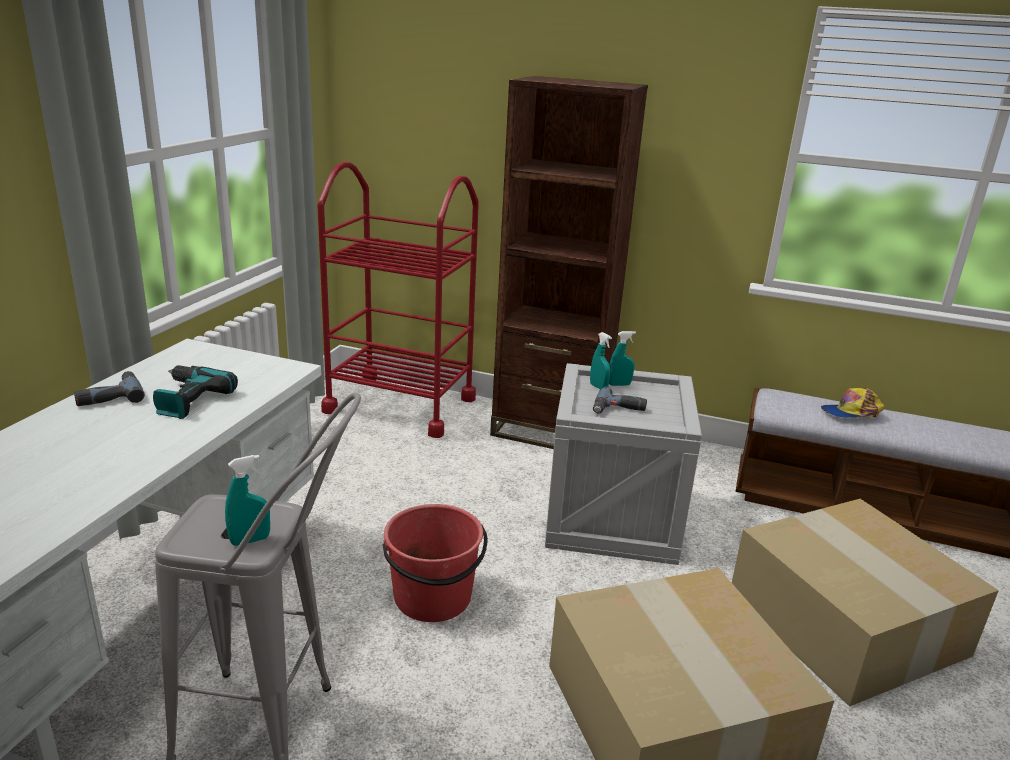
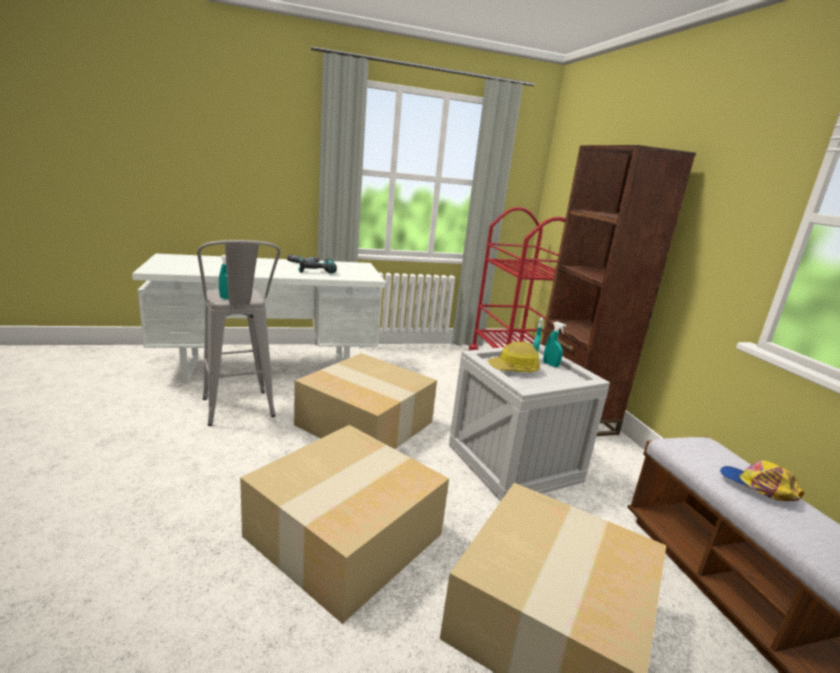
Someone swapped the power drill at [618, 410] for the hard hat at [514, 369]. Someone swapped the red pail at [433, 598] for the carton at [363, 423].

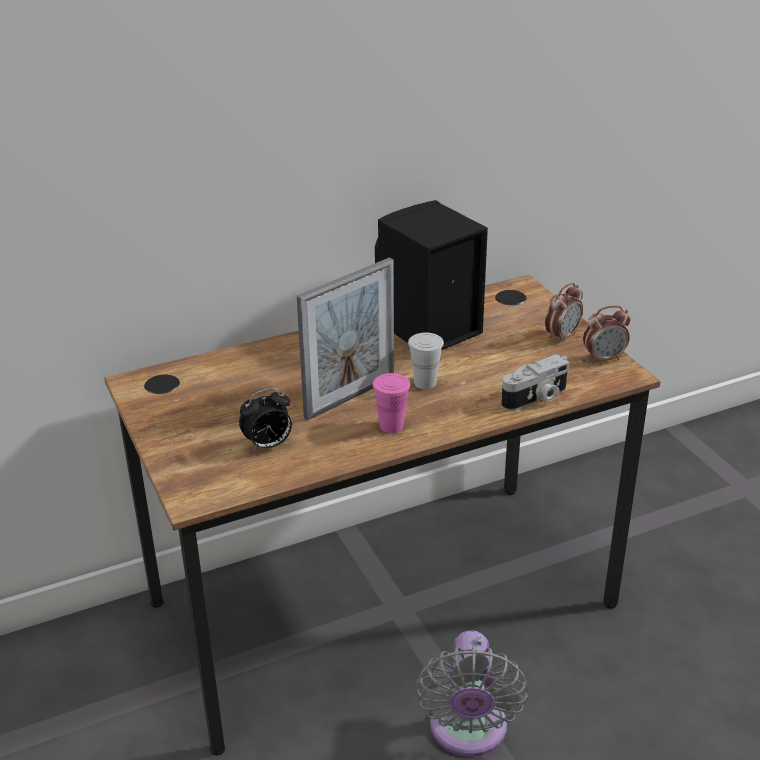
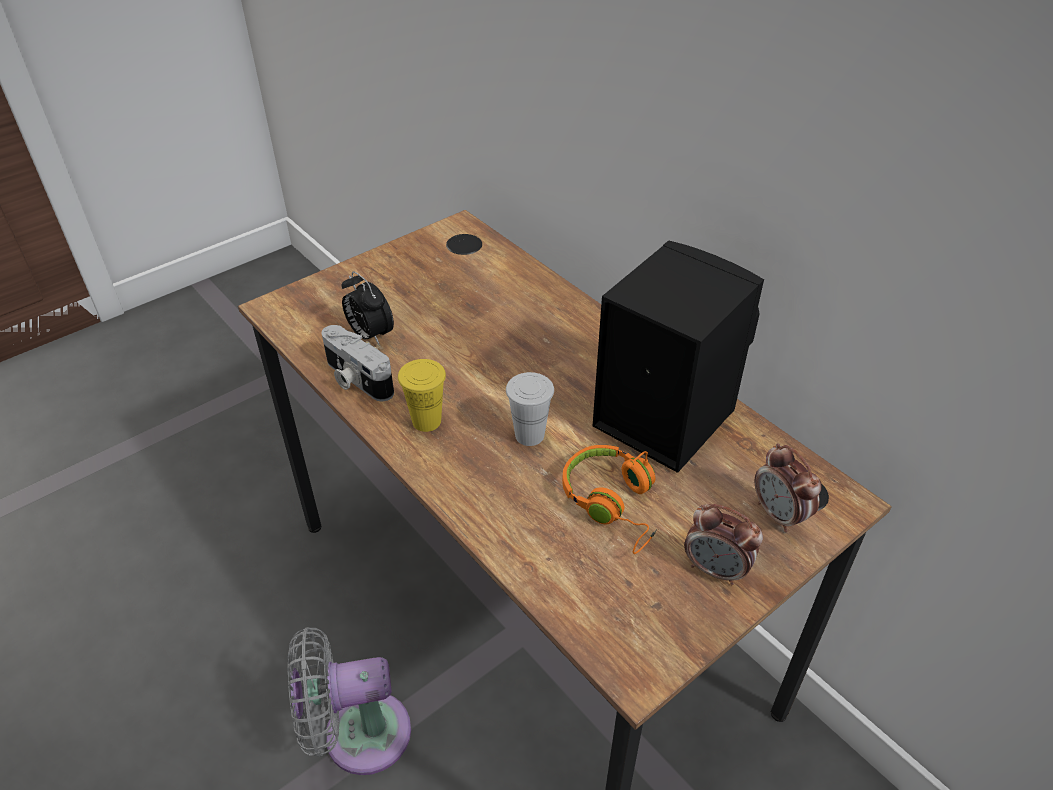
Someone took away the picture frame at [350, 397]. Someone carried the table clock from [604, 358] to [779, 515]. Someone carried the photo camera from [536, 398] to [356, 379]. Someone repainted the pink cup at [391, 426], which became the yellow cup at [426, 421]. Someone put down the orangey pair of headphones at [614, 503].

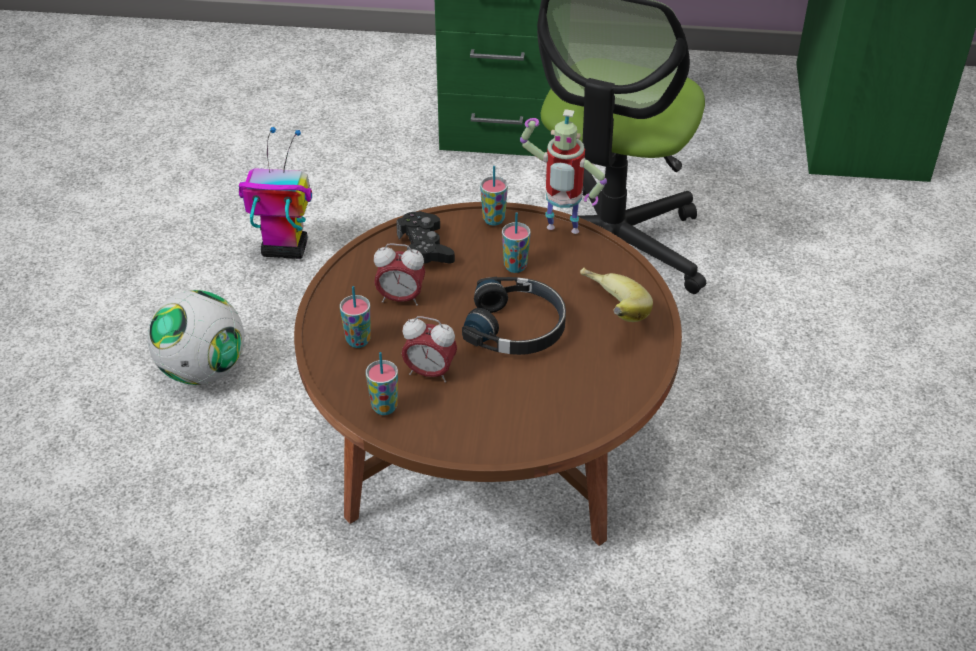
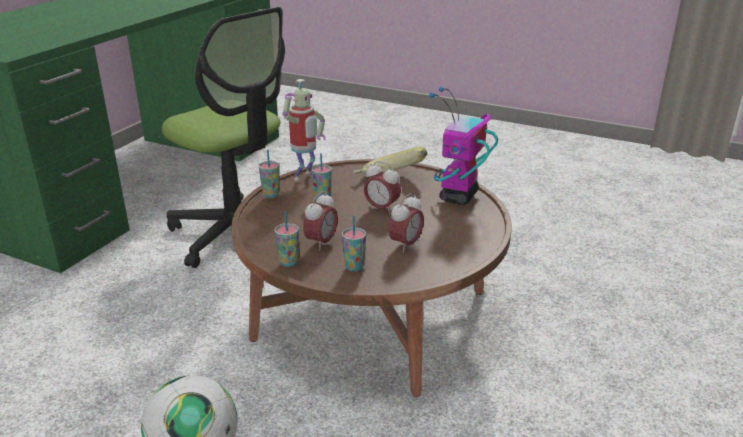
Someone carried the model robot from [284, 249] to [458, 197]. Someone took away the blackish game controller at [425, 247]. Someone swapped the blackish pair of headphones at [516, 327] for the table clock at [381, 208]. Someone carried the cup from [384, 407] to [288, 262].

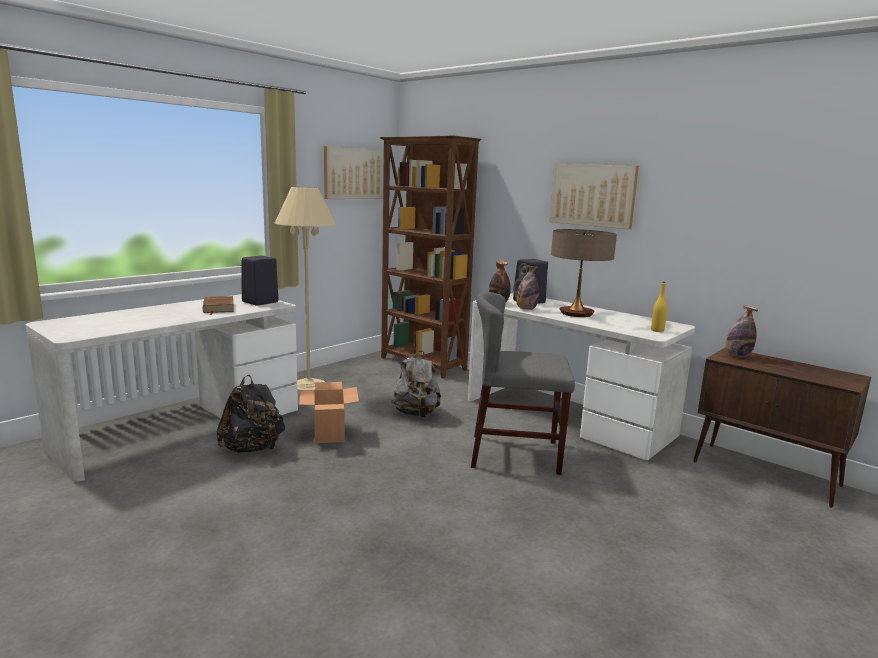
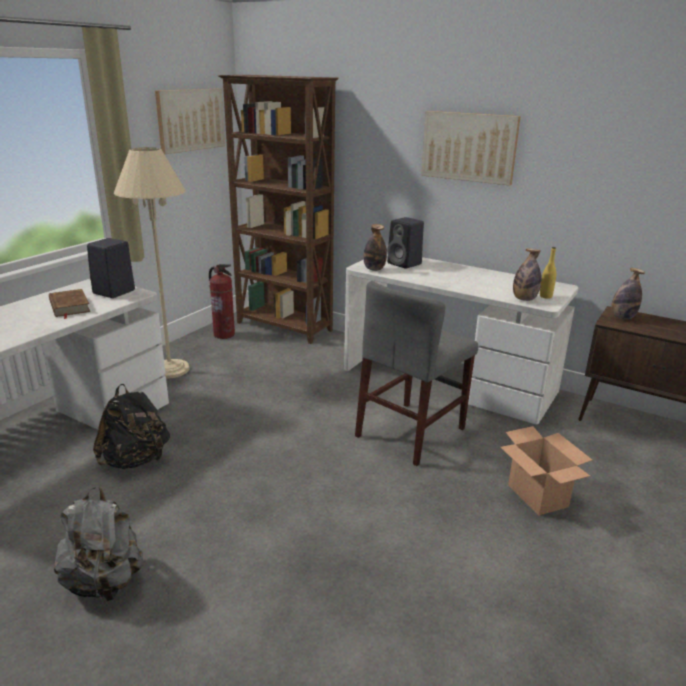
Someone took away the tabletop lamp at [576, 314]. Someone carried the drink bottle from [526, 309] to [524, 299]. Someone rotated the greyish upright chair at [515, 454] by 45 degrees counterclockwise. Someone carried the greyish rucksack from [416, 414] to [105, 582]. Someone carried the carton from [329, 434] to [538, 496]. Someone put down the extinguisher at [224, 334].

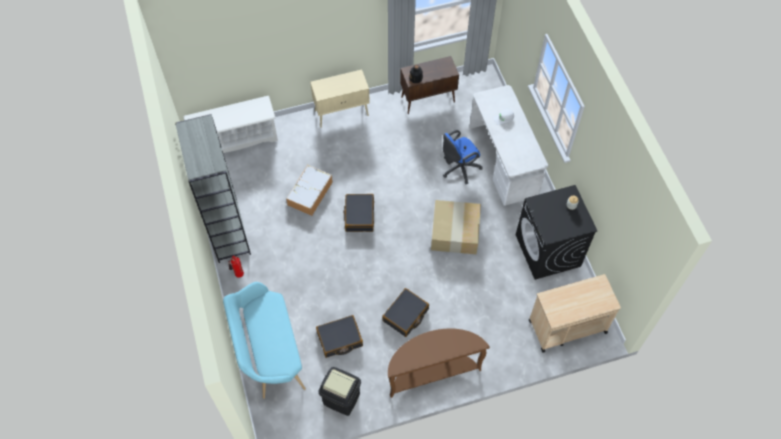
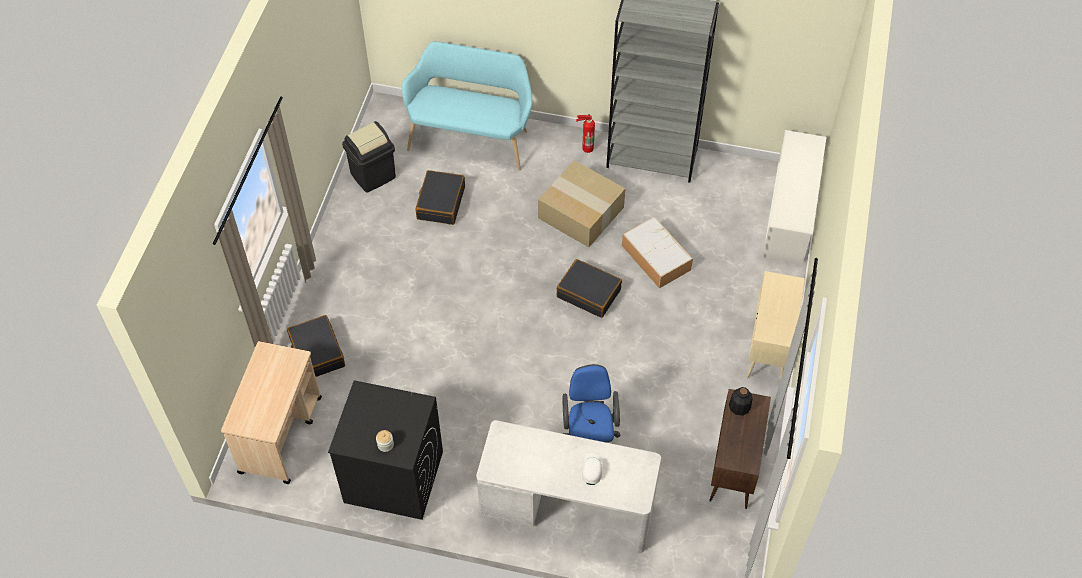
Someone carried the carton from [455, 233] to [579, 213]. Someone carried the blackish piece of luggage from [405, 315] to [317, 352]. Someone took away the brown-coloured console table at [432, 372].

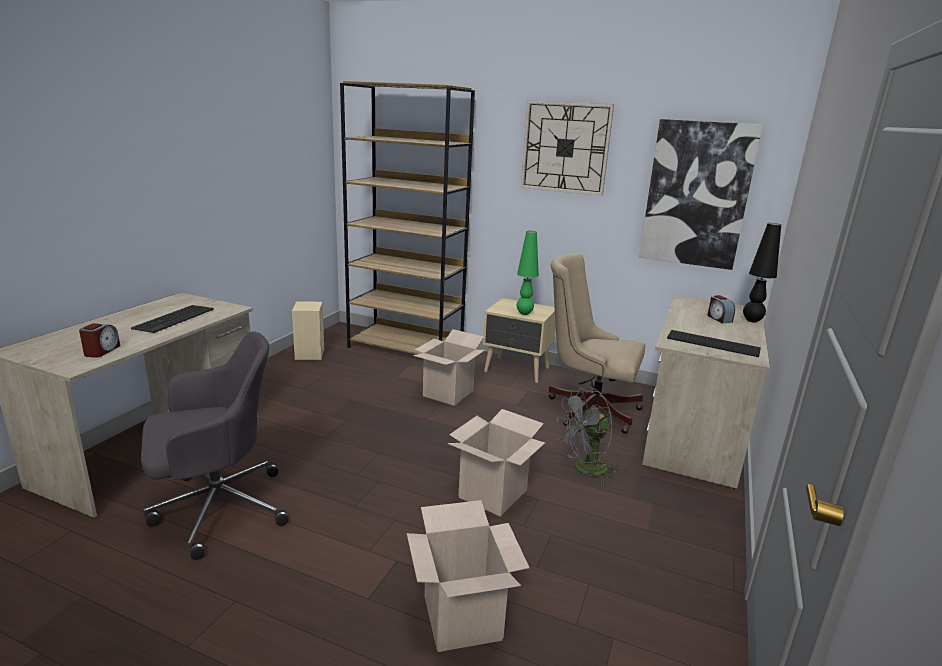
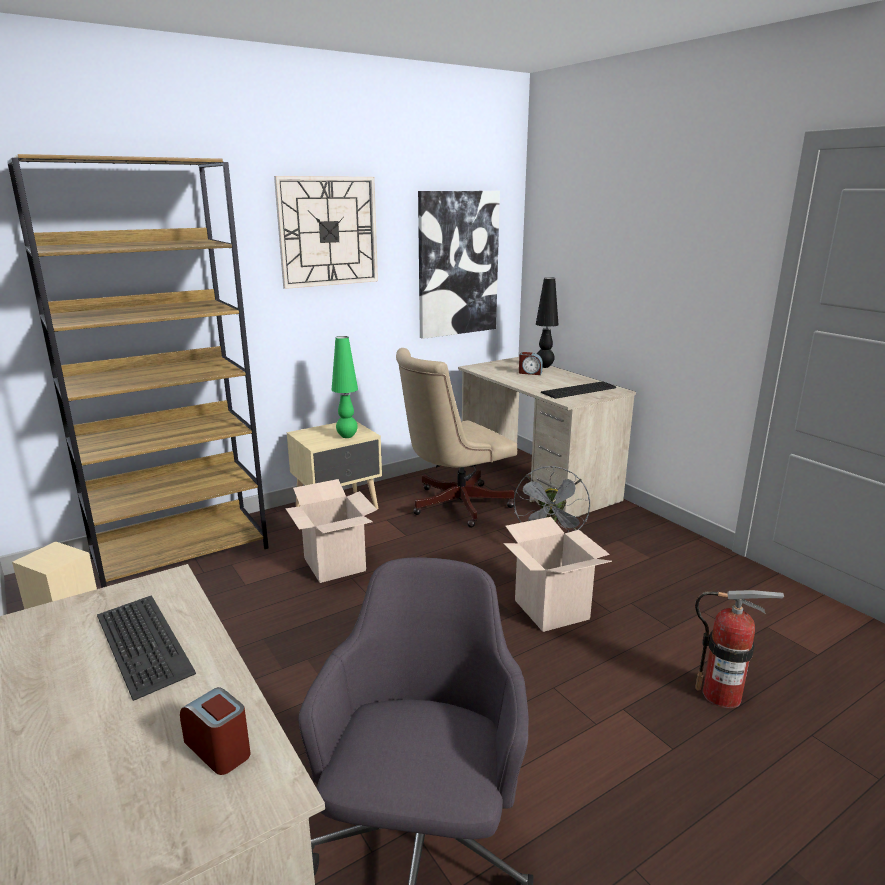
Someone swapped the carton at [462, 618] for the extinguisher at [721, 695].

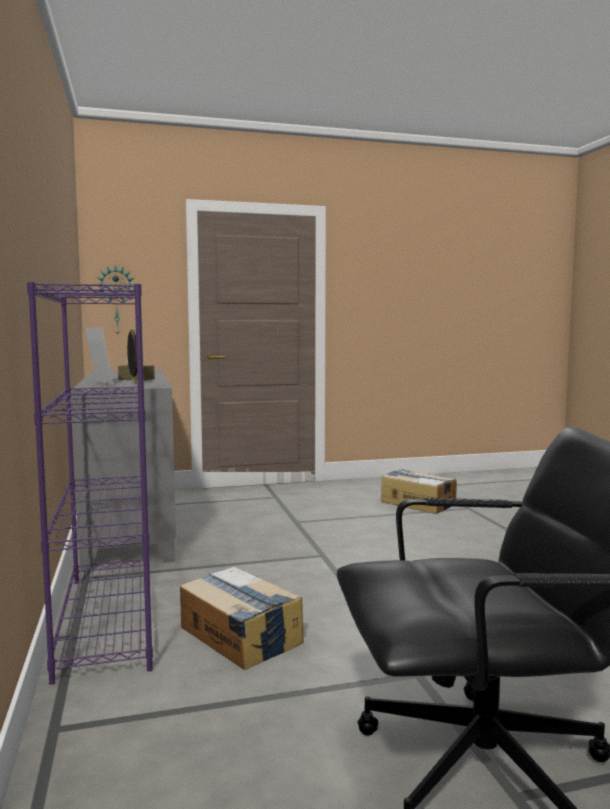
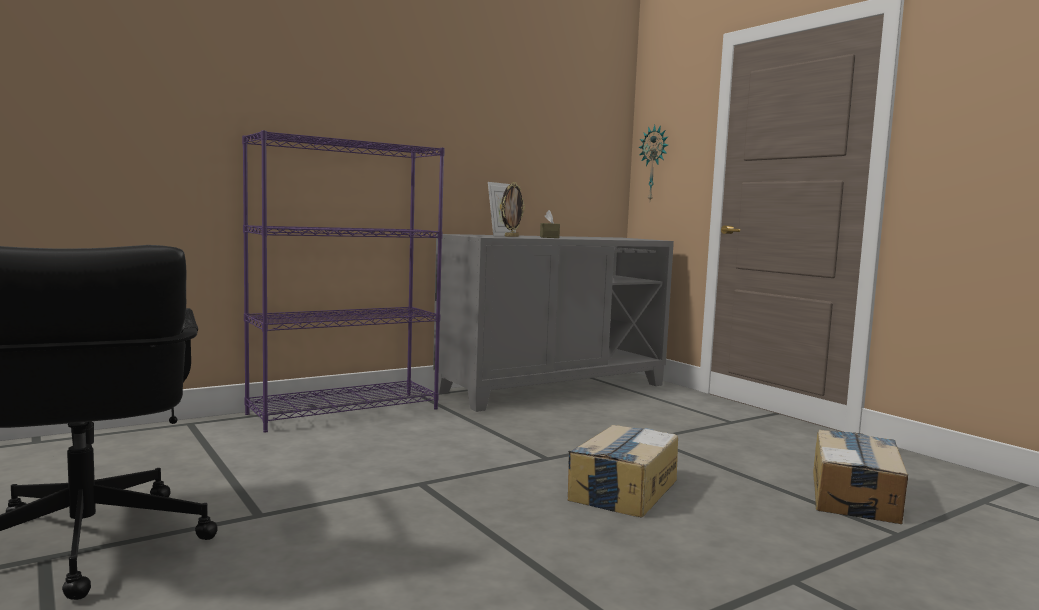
Someone carried the carton from [240, 635] to [623, 490].

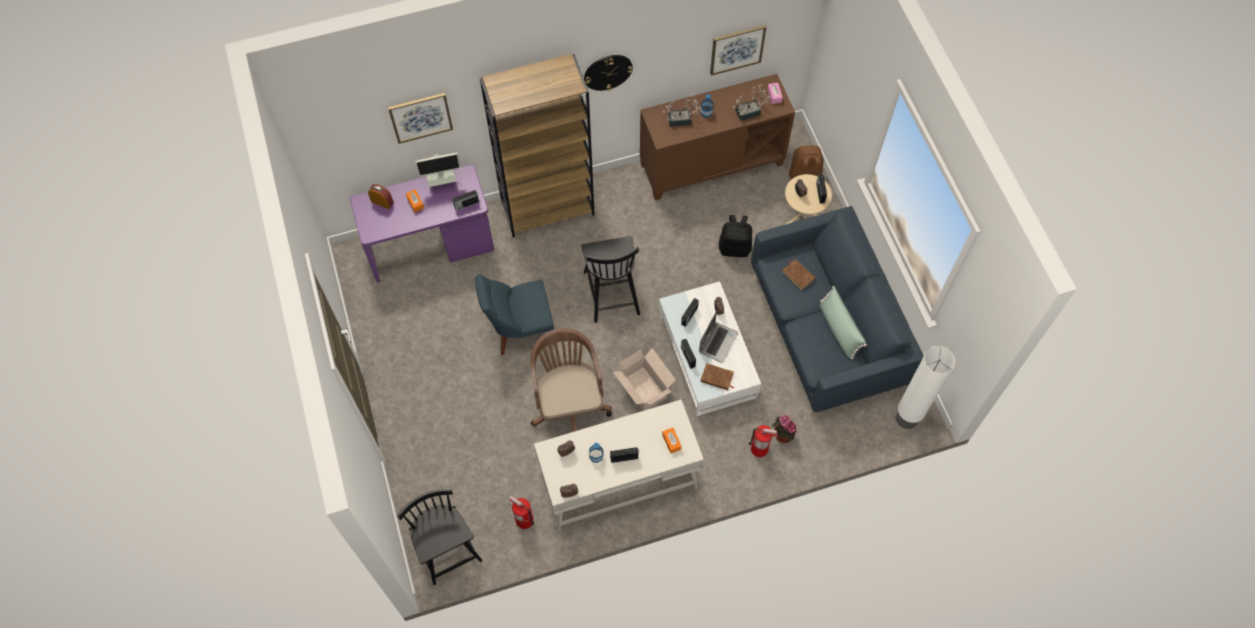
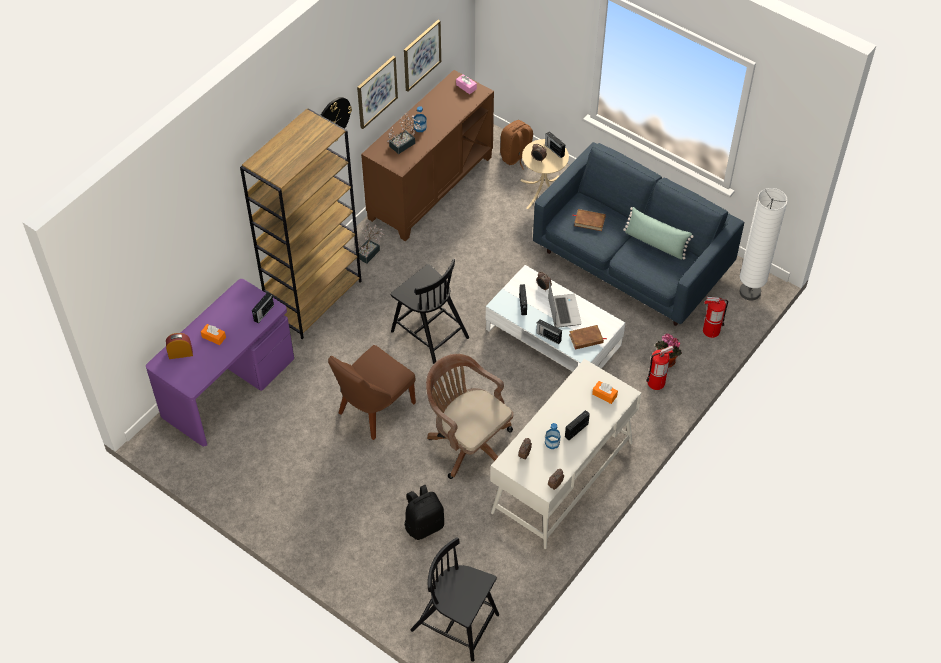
Someone carried the potted plant from [750, 112] to [370, 252]. Someone carried the wall picture from [420, 117] to [376, 91]. Someone took away the computer display at [442, 182]. Someone carried the blackish rucksack from [735, 247] to [424, 525]. Someone repainted the bluish upright chair at [520, 330], which became the brown-coloured upright chair at [373, 409]. Someone took away the carton at [644, 390]. Someone carried the extinguisher from [524, 520] to [711, 331].

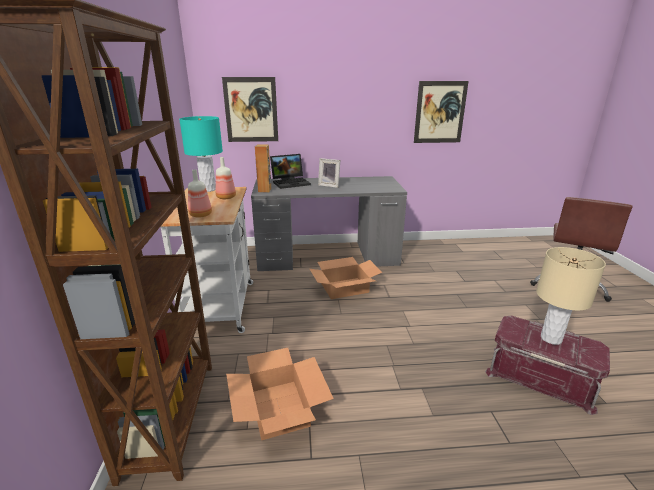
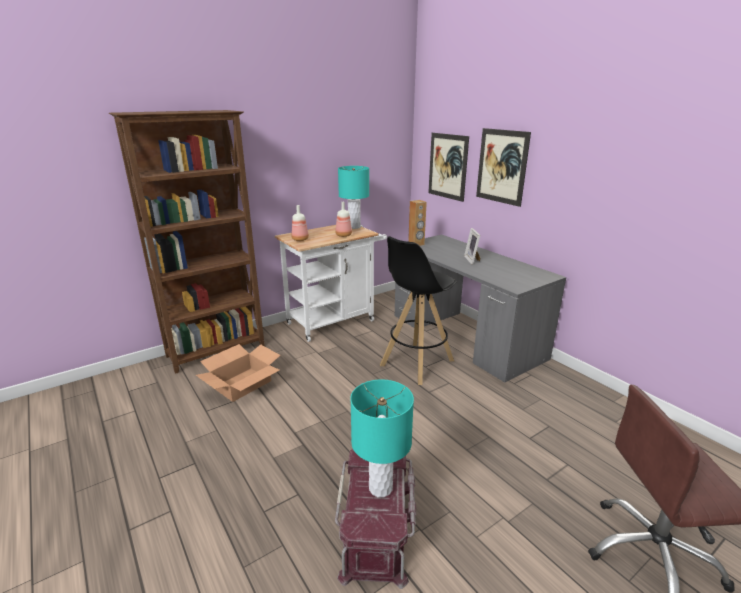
Someone carried the wall picture from [440, 112] to [501, 166]. Someone took away the laptop at [291, 182]. Someone repainted the sand-coloured tabletop lamp at [551, 339], which became the blue-green tabletop lamp at [380, 488]. Someone swapped the carton at [344, 288] for the blackish stool seat at [416, 363].

